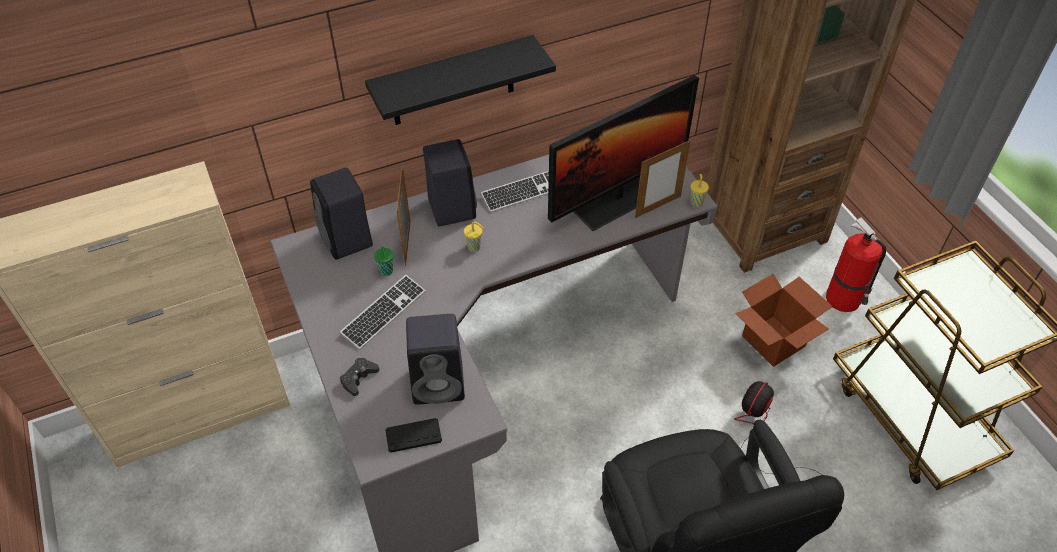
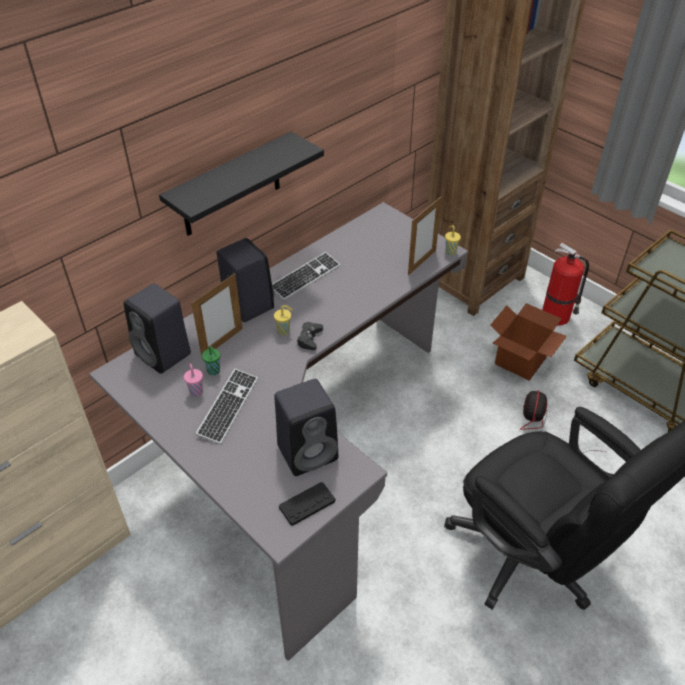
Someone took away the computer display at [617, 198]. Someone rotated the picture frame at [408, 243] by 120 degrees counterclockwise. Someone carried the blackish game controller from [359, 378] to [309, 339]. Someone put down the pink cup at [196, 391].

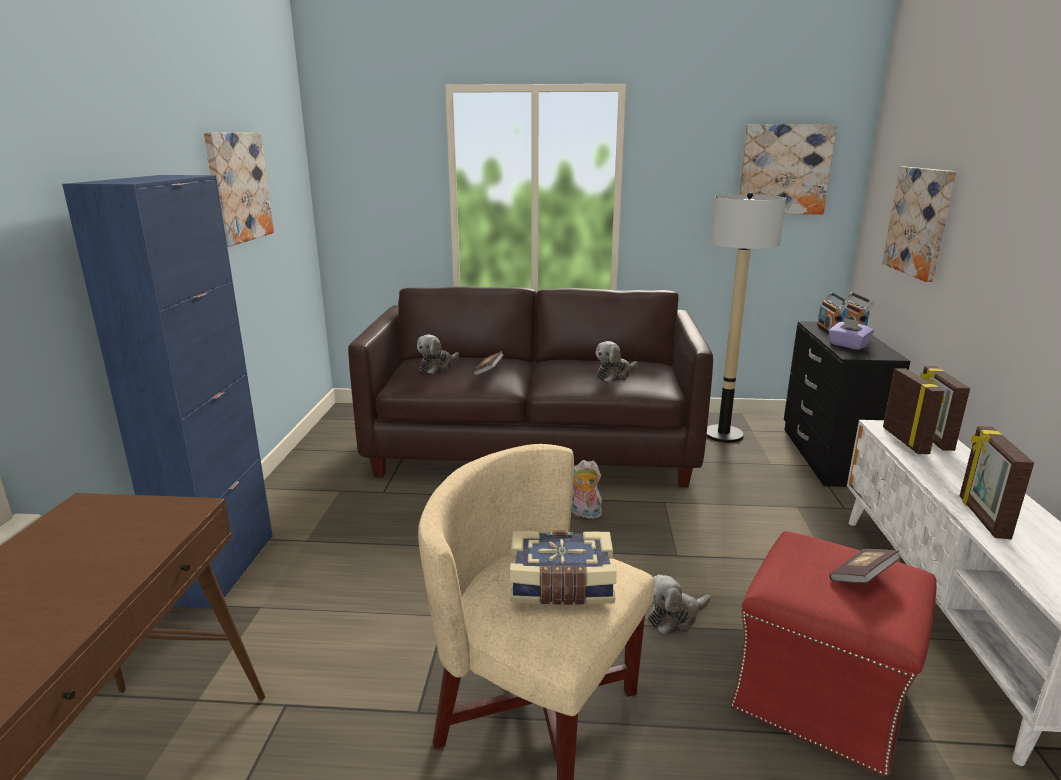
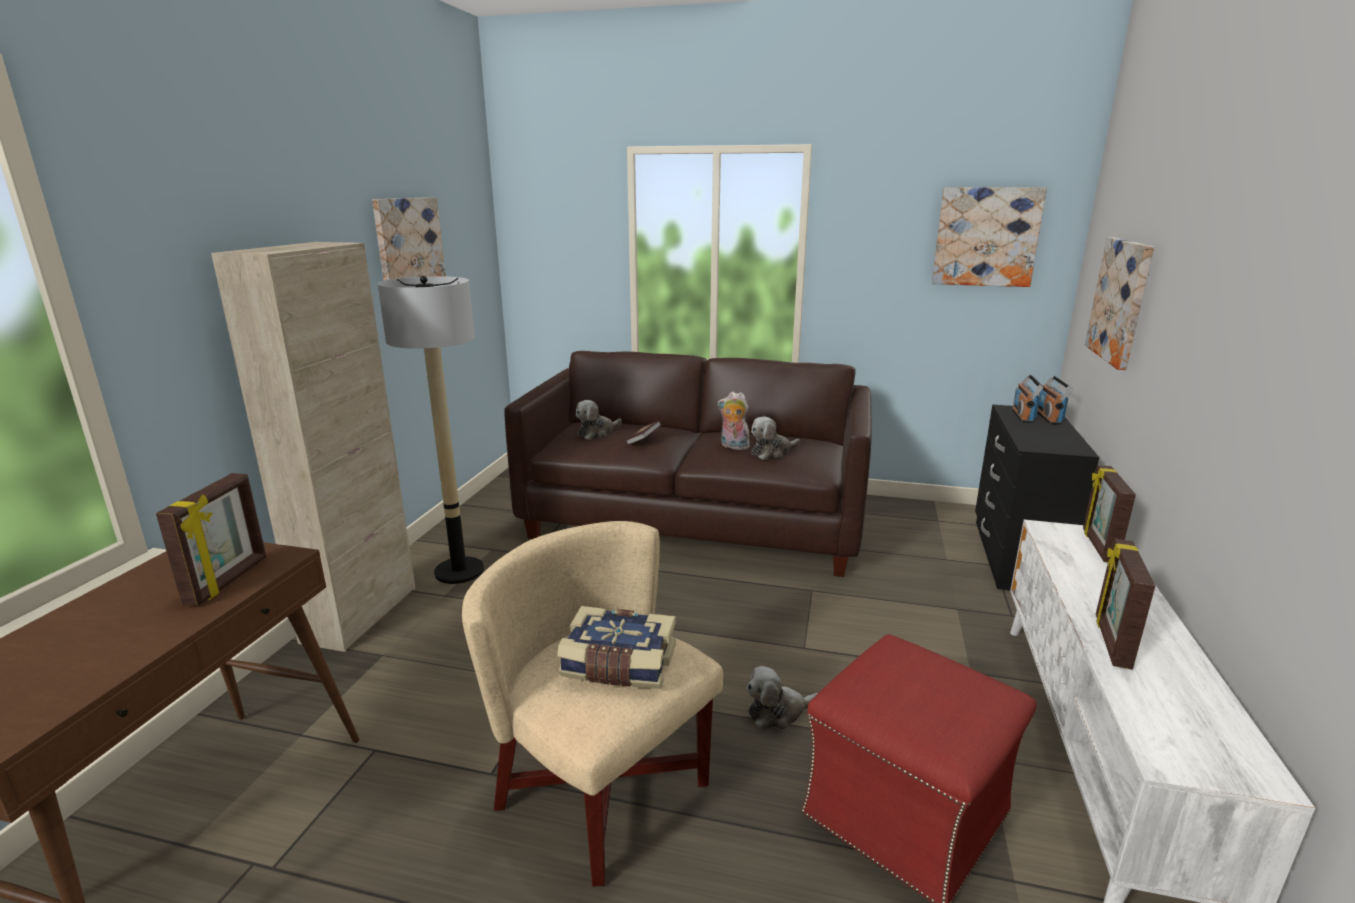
Someone repainted the bluish storage cabinet at [221, 568], which became the sand-coloured storage cabinet at [361, 614]. Someone carried the standard lamp from [723, 434] to [459, 571]. Someone took away the purple-coloured box of tissues at [848, 345]. Someone carried the picture frame from [906, 441] to [228, 581]. Someone carried the plush toy from [584, 514] to [733, 447]. Someone took away the bound book at [862, 577].

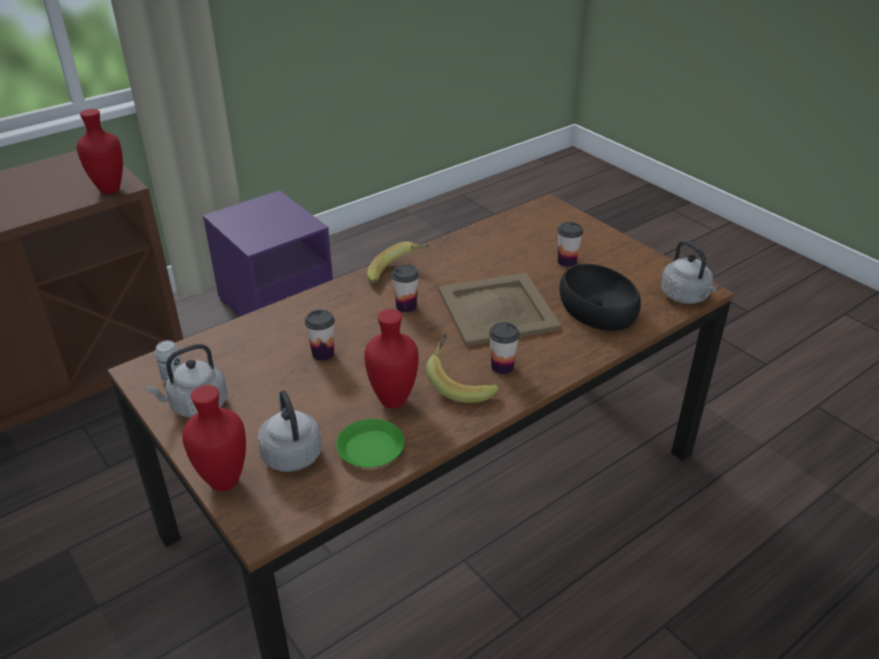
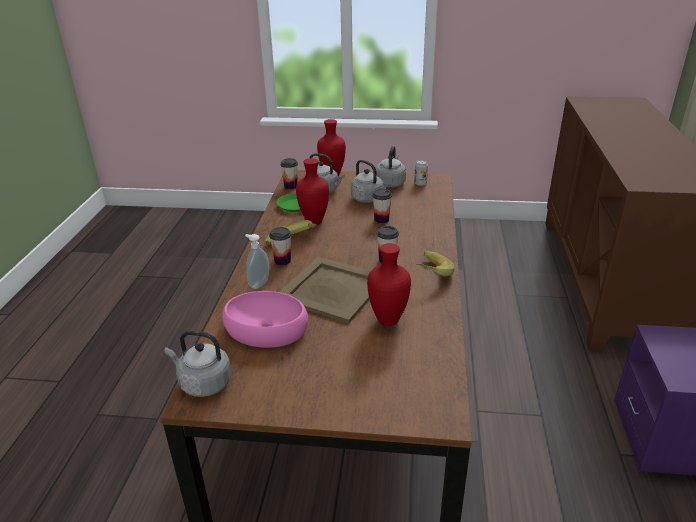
Someone carried the red flower vase from [110, 190] to [386, 320]. Someone carried the cup from [567, 261] to [290, 186]. Someone repainted the blackish serving bowl at [596, 308], which became the pink serving bowl at [267, 328]. Someone put down the greyish tea kettle at [368, 199]. Someone put down the soap dispenser at [258, 283].

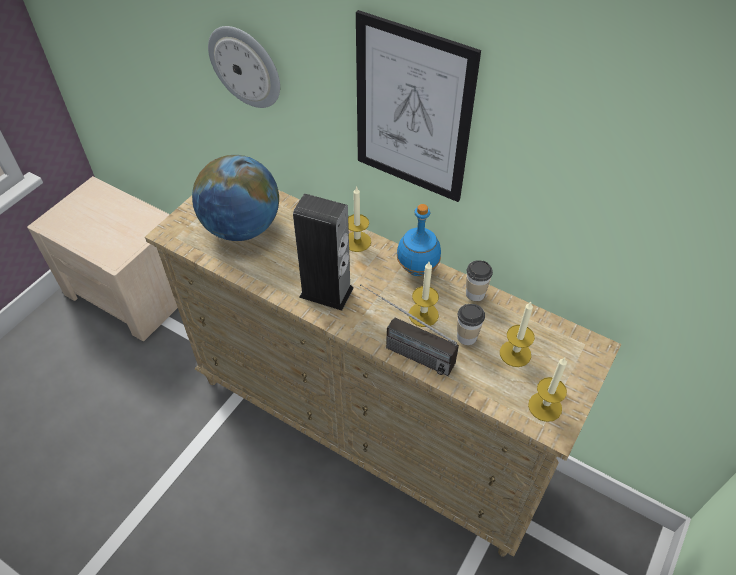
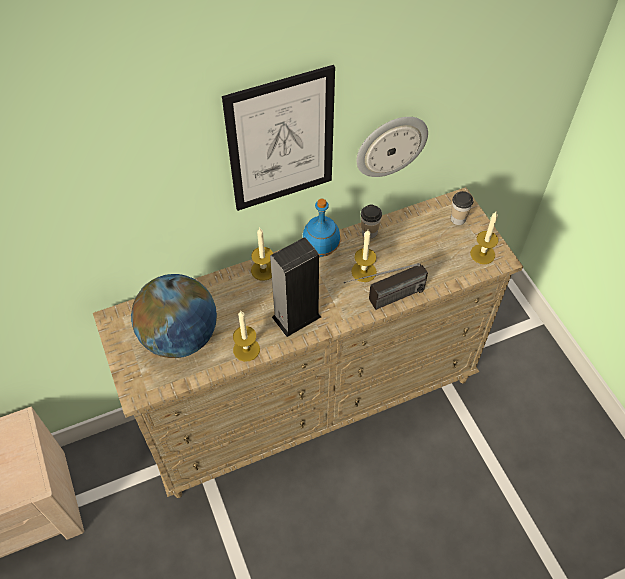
Someone carried the clock on the wall from [246, 66] to [391, 145]. Someone carried the wax candle from [515, 353] to [246, 349]. Someone carried the cup from [467, 337] to [458, 219].

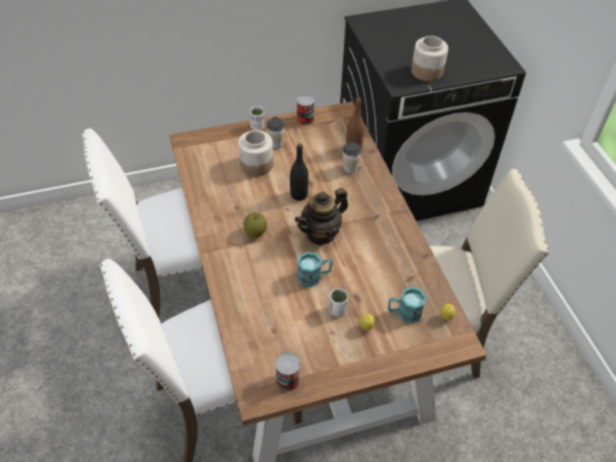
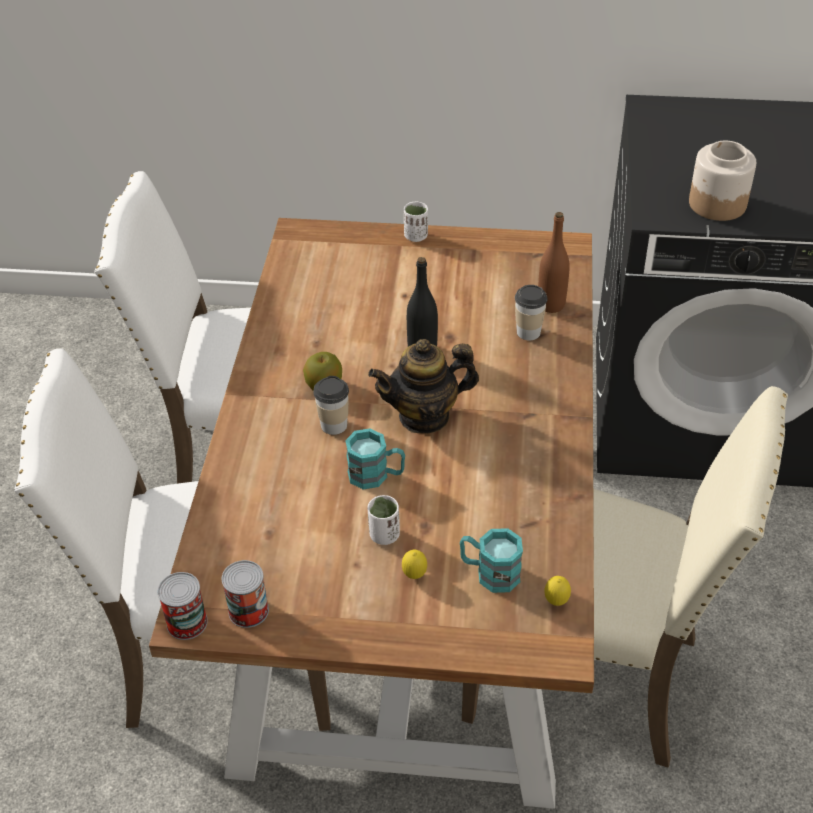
Someone carried the sealed can from [305, 119] to [187, 622]. Someone carried the cup from [276, 144] to [334, 425]. Someone took away the jar at [256, 165].

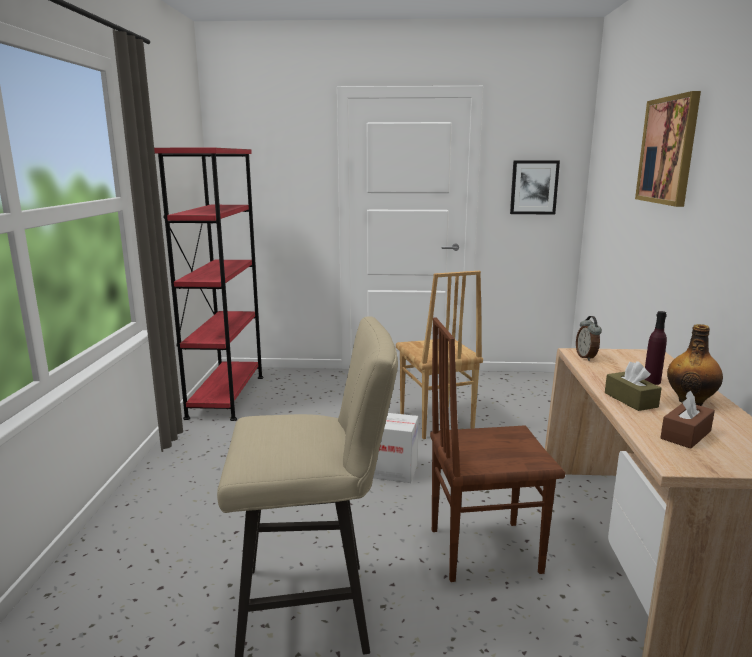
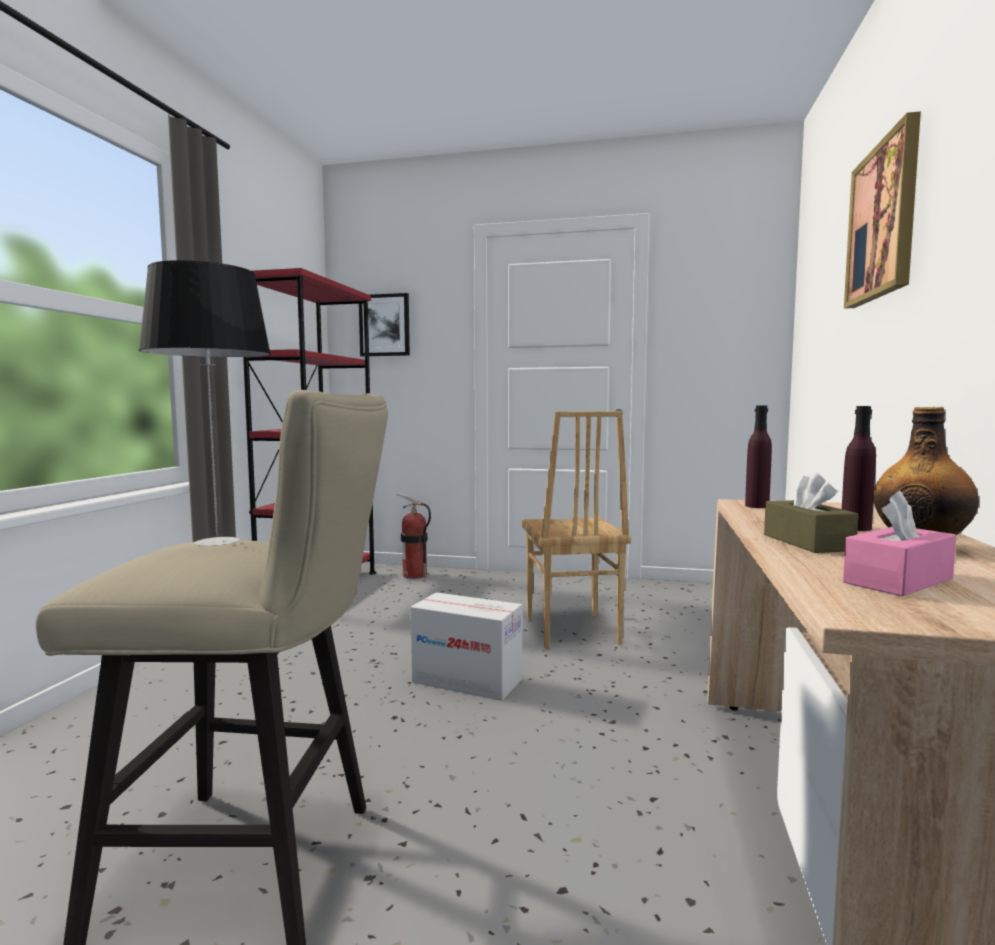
Someone carried the wall picture from [534, 187] to [385, 325]. Someone swapped the table clock at [586, 357] for the purple-coloured drink bottle at [757, 506]. Someone took away the brown-coloured upright chair at [483, 549]. Someone repainted the brown-coloured box of tissues at [685, 435], which became the pink box of tissues at [898, 580]. Someone put down the tabletop lamp at [216, 541]. Someone put down the extinguisher at [414, 575].

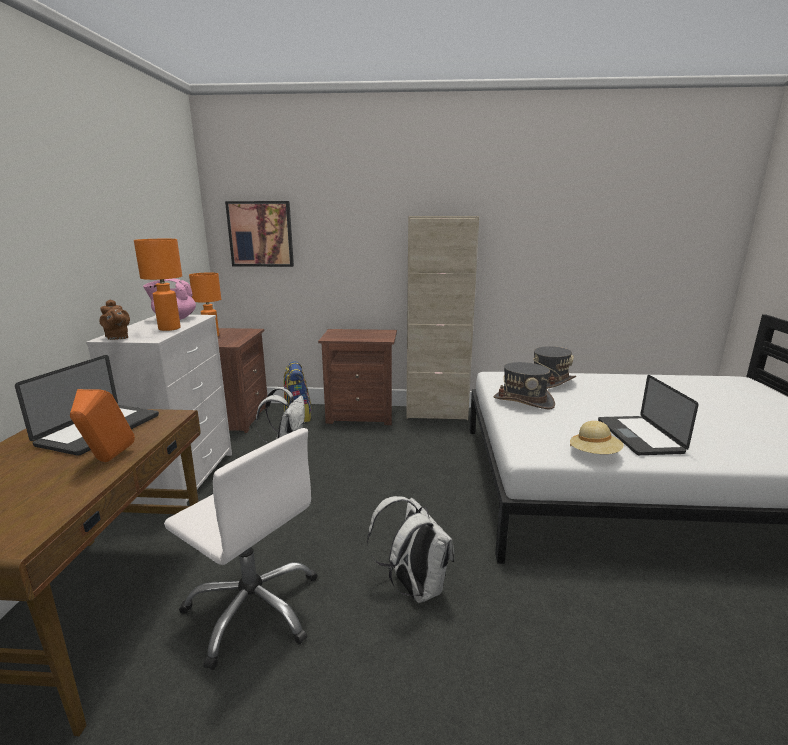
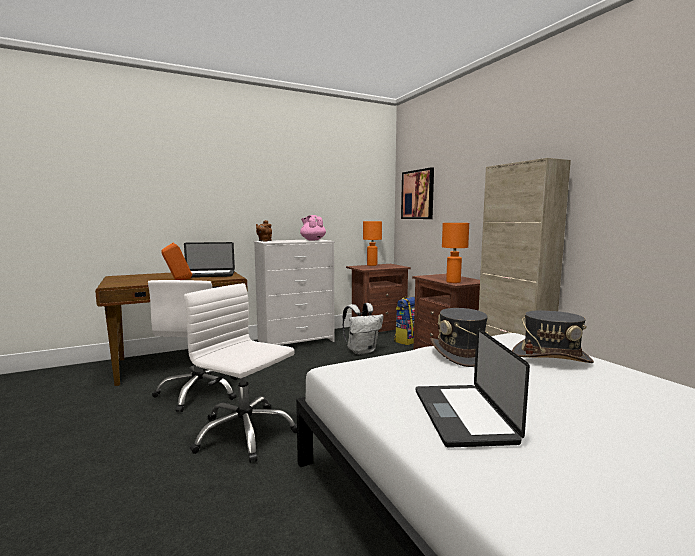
Someone carried the orangey tabletop lamp from [169, 328] to [453, 282]. Someone rotated the laptop at [639, 436] by 60 degrees counterclockwise. Someone took away the sand-coloured wearable hat at [594, 454]. Someone swapped the white rucksack at [413, 587] for the white office chair at [244, 433].

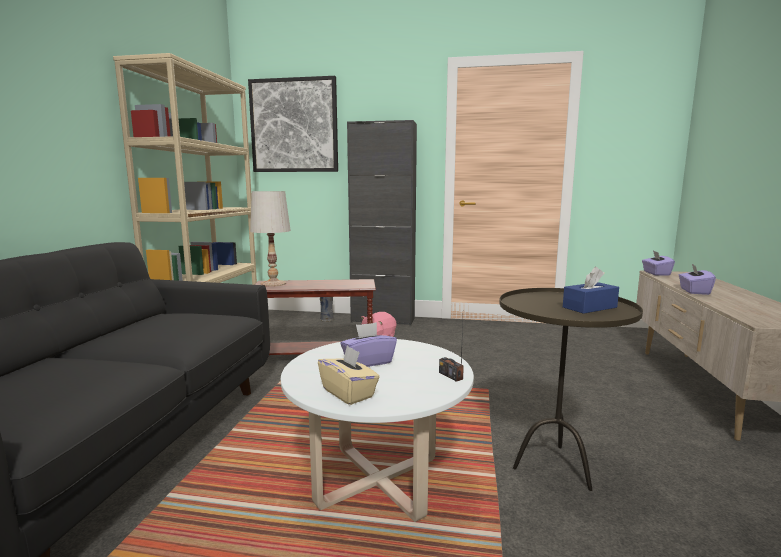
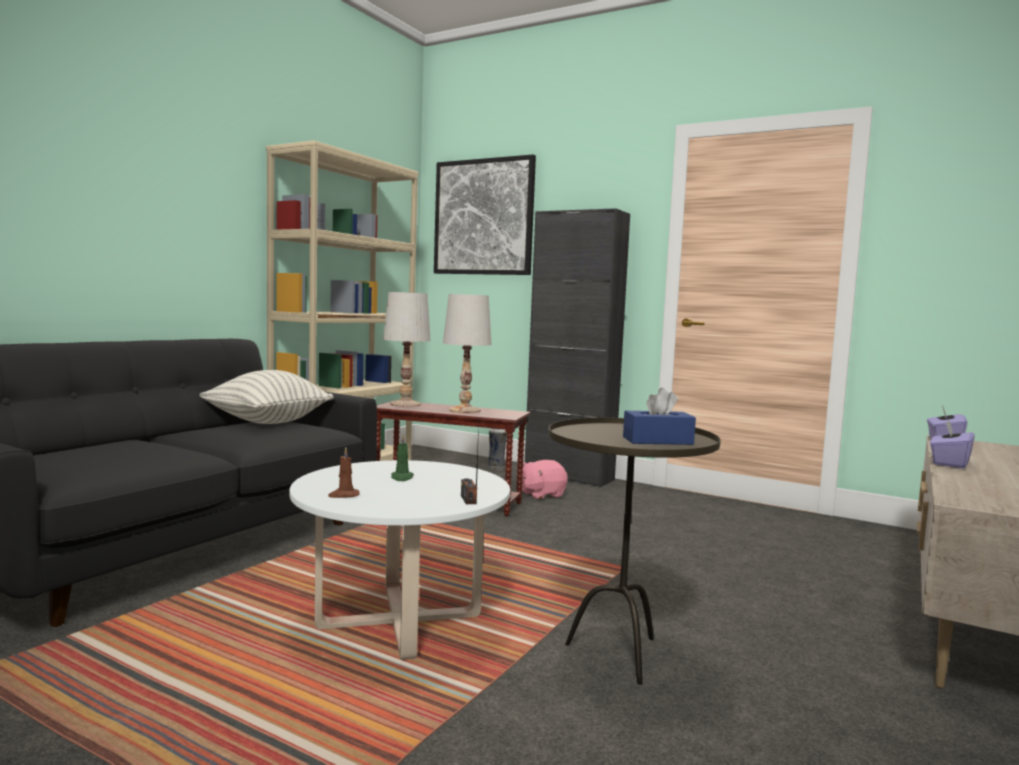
Someone swapped the purple-coloured box of tissues at [368, 362] for the green-coloured wax candle at [402, 478]. Someone swapped the sand-coloured box of tissues at [348, 393] for the brown-coloured wax candle at [343, 495]. Someone put down the white tabletop lamp at [465, 410]. Someone put down the throw pillow at [267, 421].

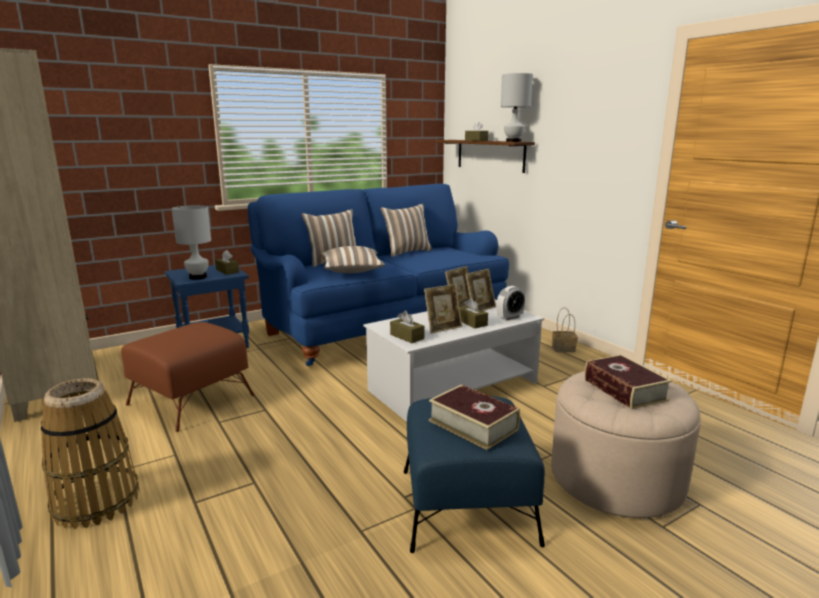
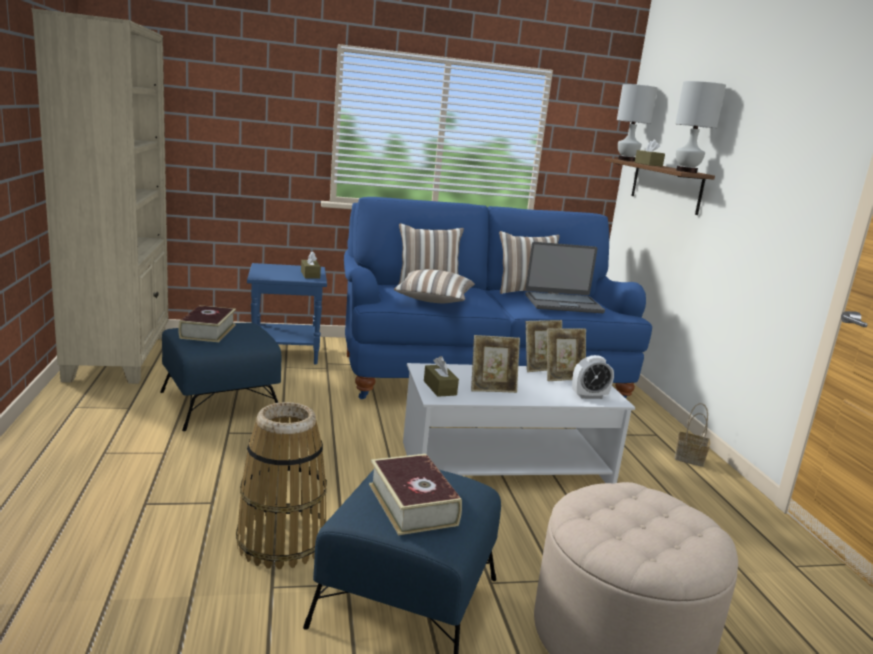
Someone carried the white tabletop lamp from [198, 277] to [626, 160]. Someone took away the brown-coloured box of tissues at [471, 322]. Someone repainted the brown-coloured pouffe at [192, 399], which became the bluish pouffe at [221, 403]. Someone carried the bound book from [624, 390] to [208, 331]. Someone carried the basket from [96, 501] to [281, 541]. Someone put down the laptop at [563, 303].

